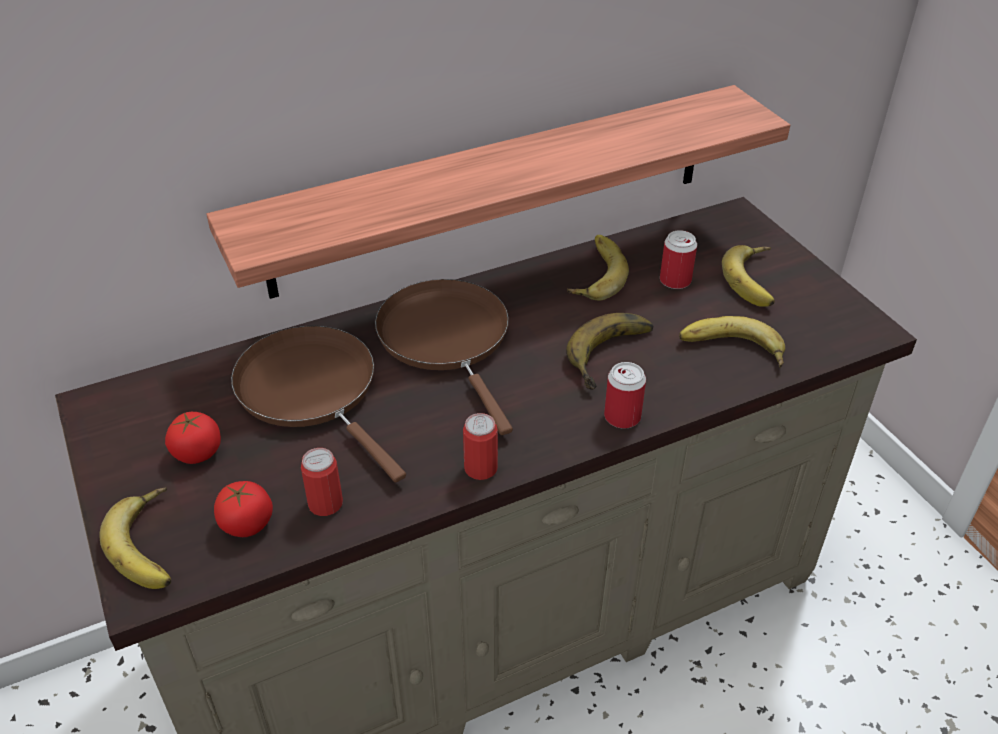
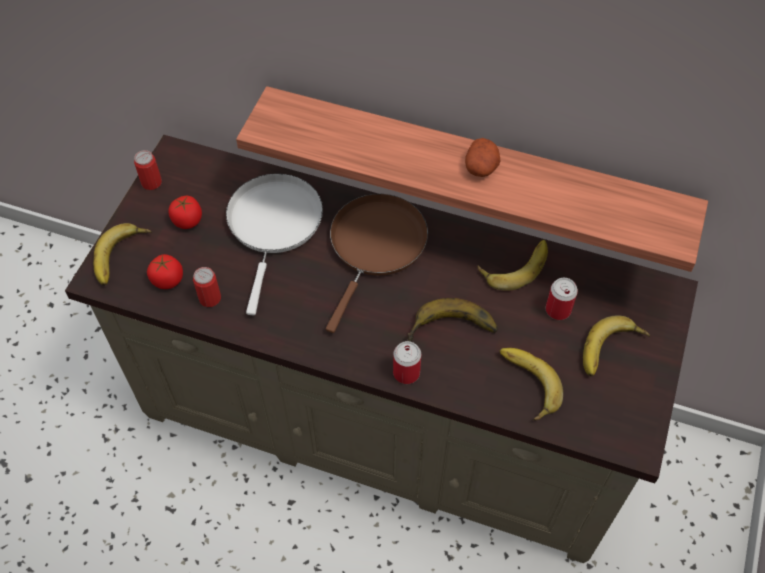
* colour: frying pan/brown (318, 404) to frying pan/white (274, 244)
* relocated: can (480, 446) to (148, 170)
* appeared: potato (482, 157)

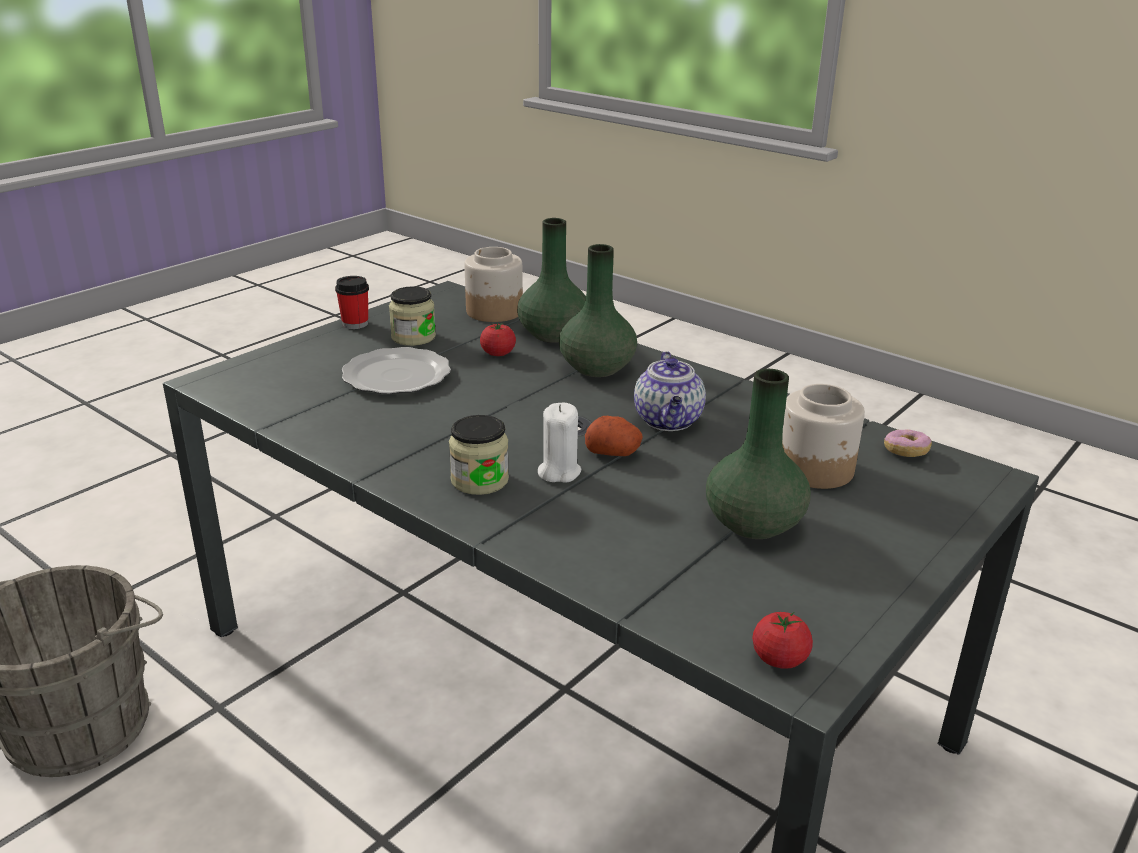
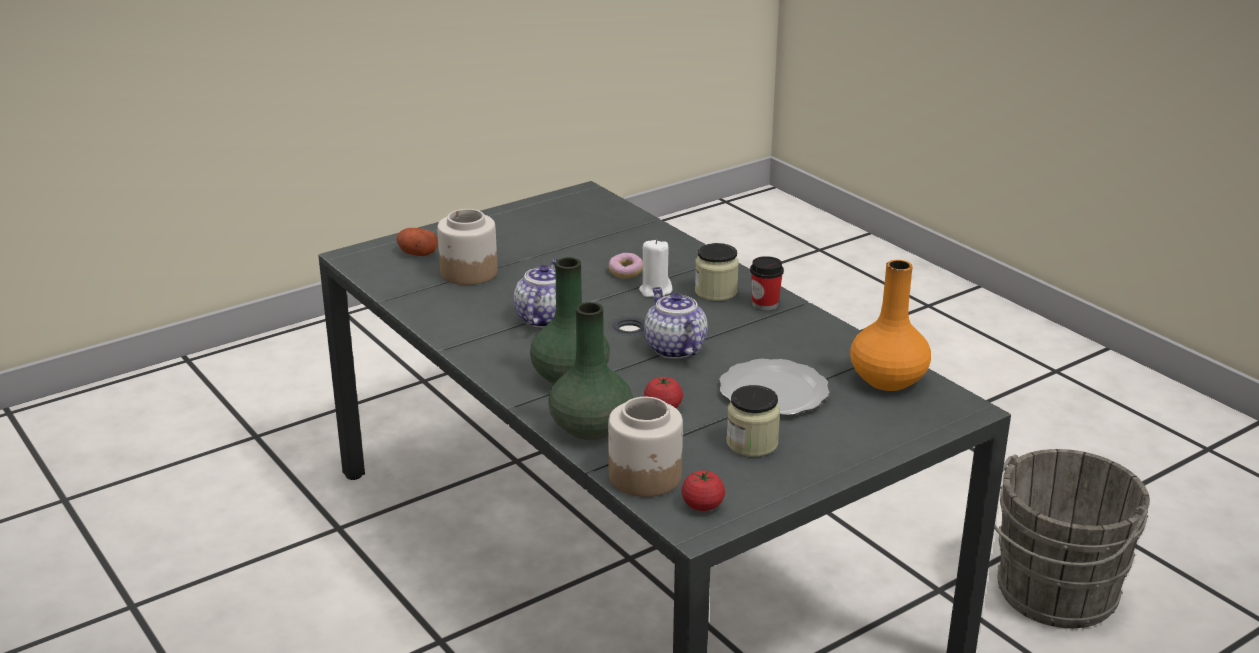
* relocated: cup (352, 302) to (767, 283)
* missing: vase/green (758, 454)
* relocated: potato (614, 436) to (417, 242)
* relocated: donut (908, 443) to (626, 266)
* relocated: tomato (782, 640) to (703, 491)
* appeared: vase/orange (890, 325)
* appeared: teapot (676, 323)

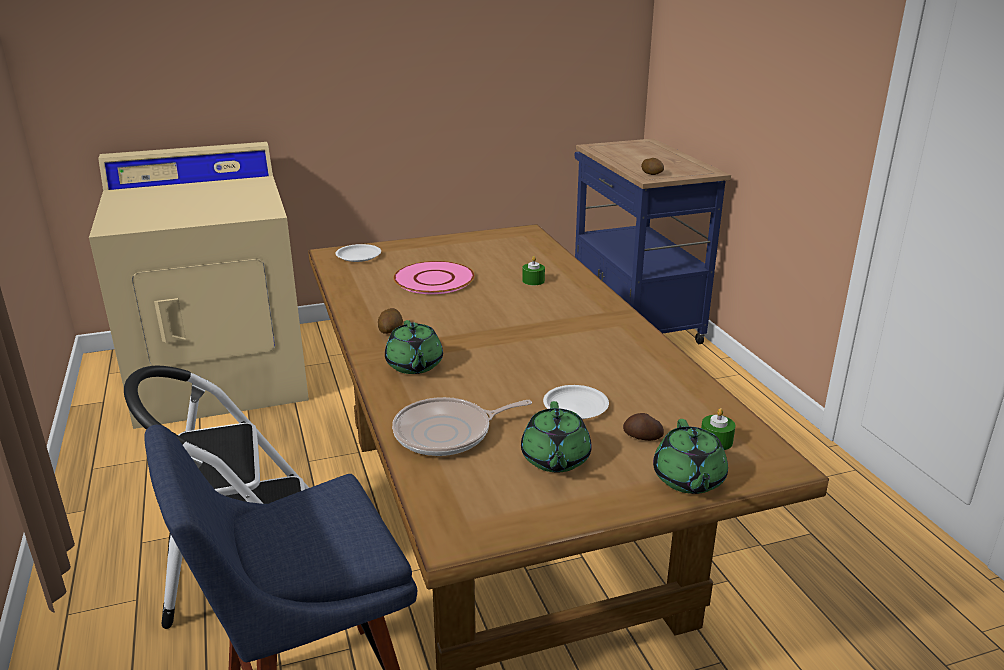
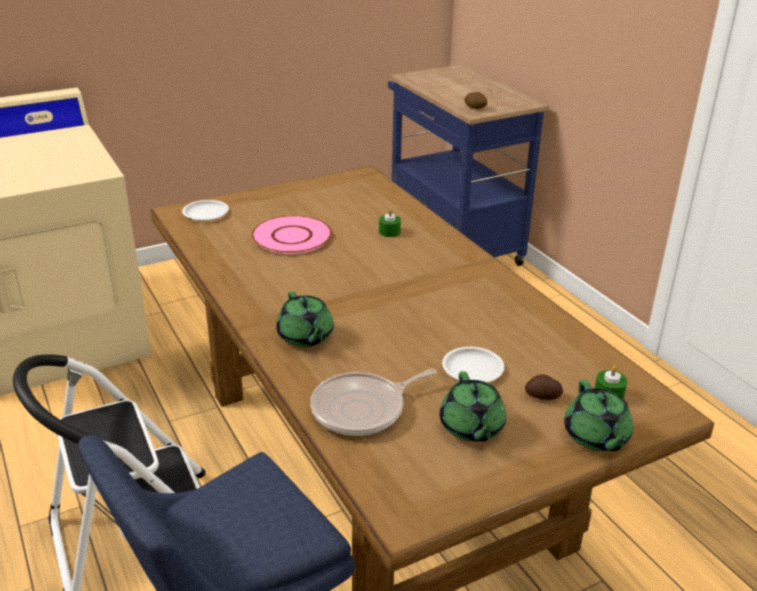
* missing: potato (390, 321)

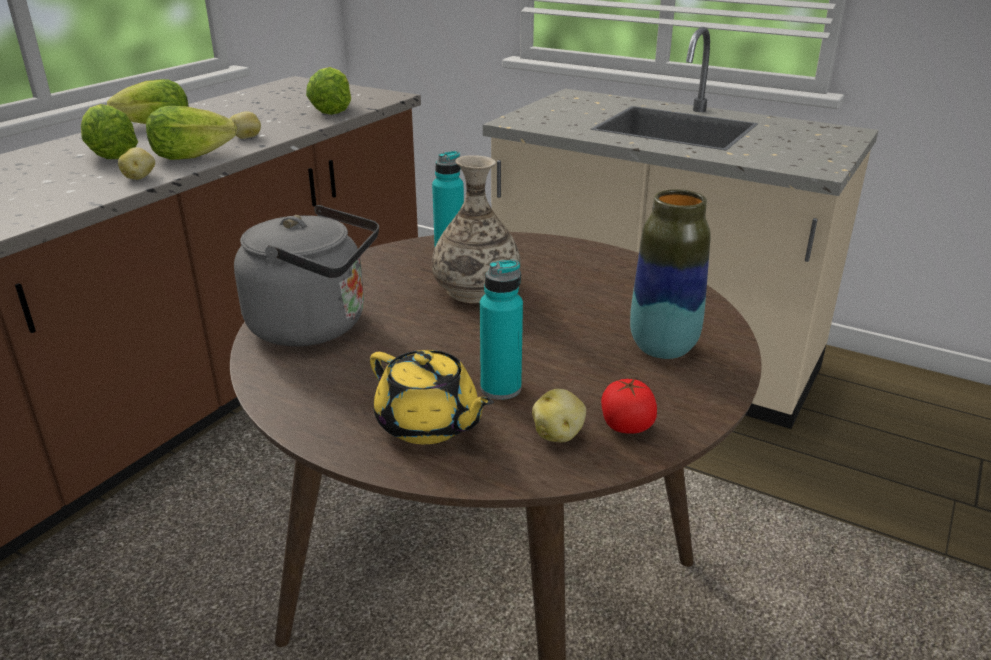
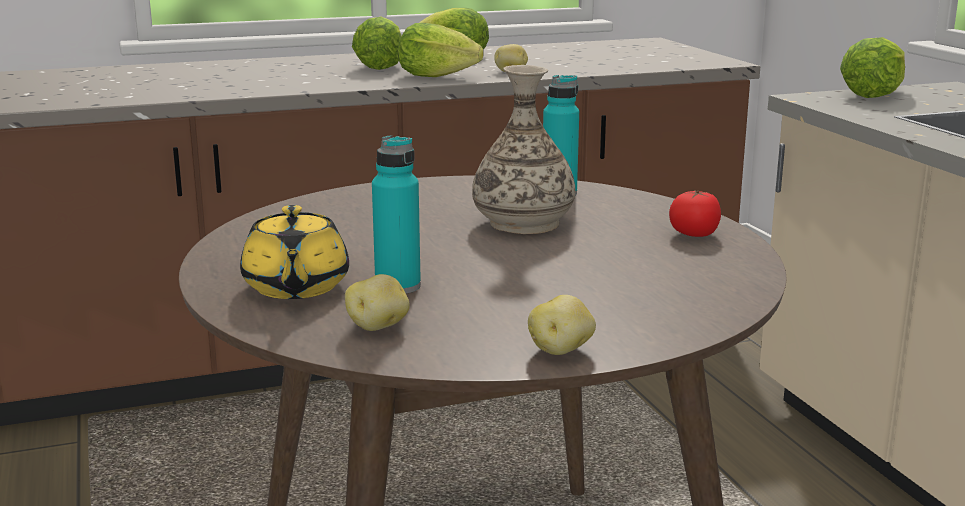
* relocated: lettuce (328, 91) to (872, 67)
* relocated: potato (136, 163) to (562, 325)
* missing: vase (670, 274)
* missing: kettle/grey (306, 275)
* relocated: tomato (629, 406) to (695, 213)

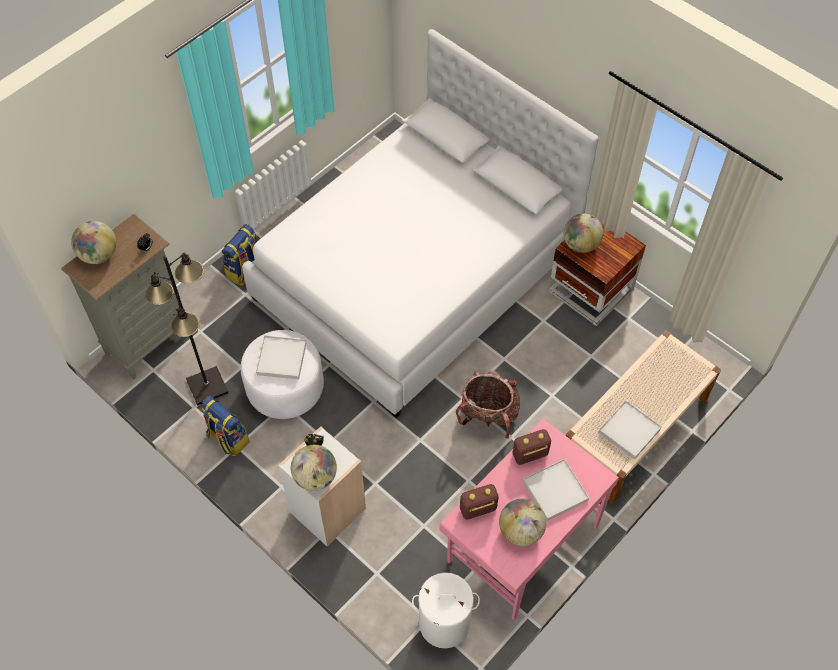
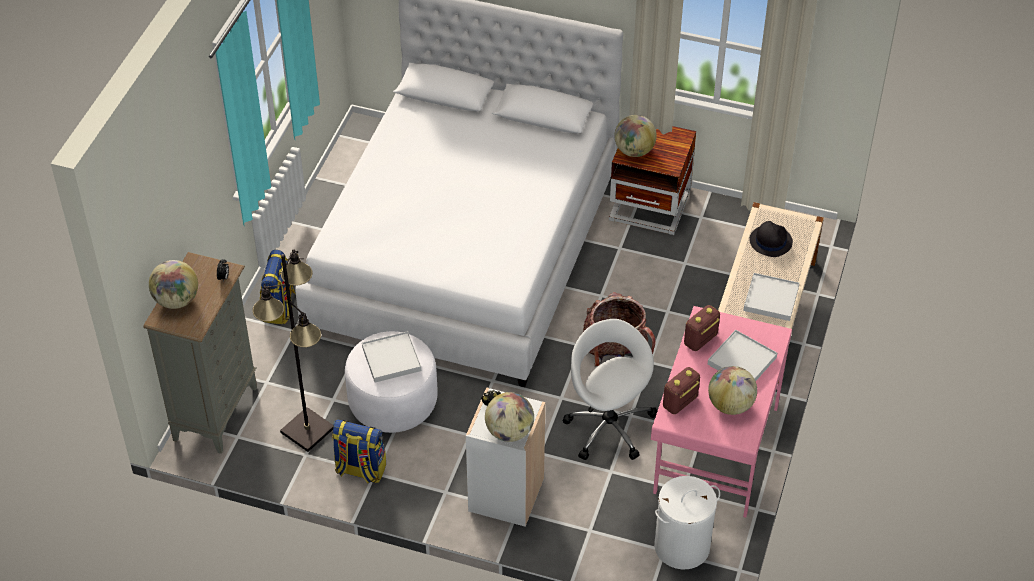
* appeared: hat/black (771, 239)
* appeared: office chair/white (610, 389)

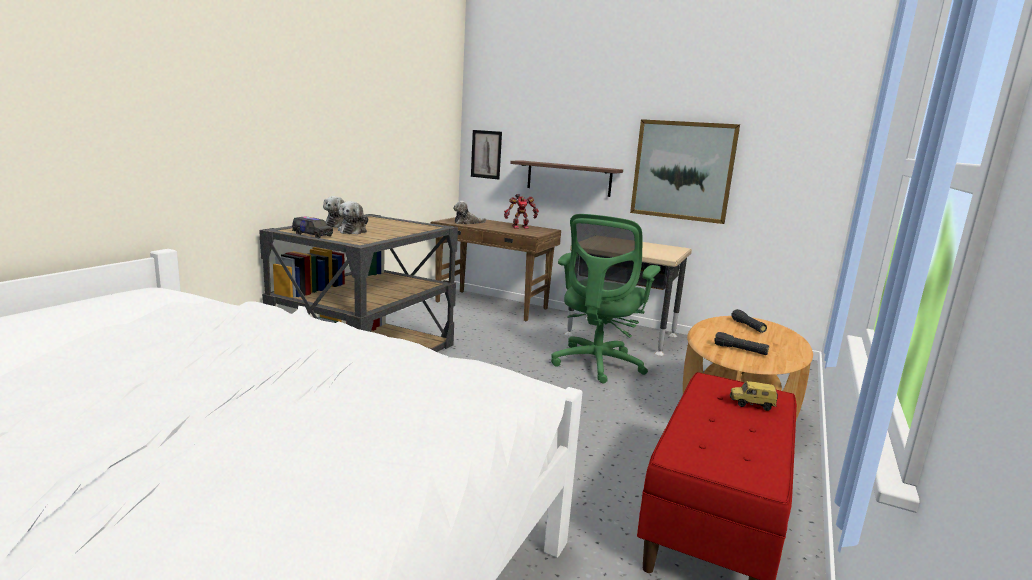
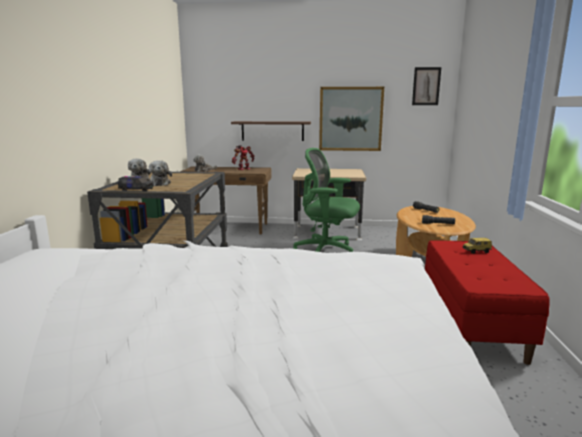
* relocated: picture (486, 155) to (426, 86)
* spun: office chair/green (606, 299) = (326, 200) 105 degrees clockwise

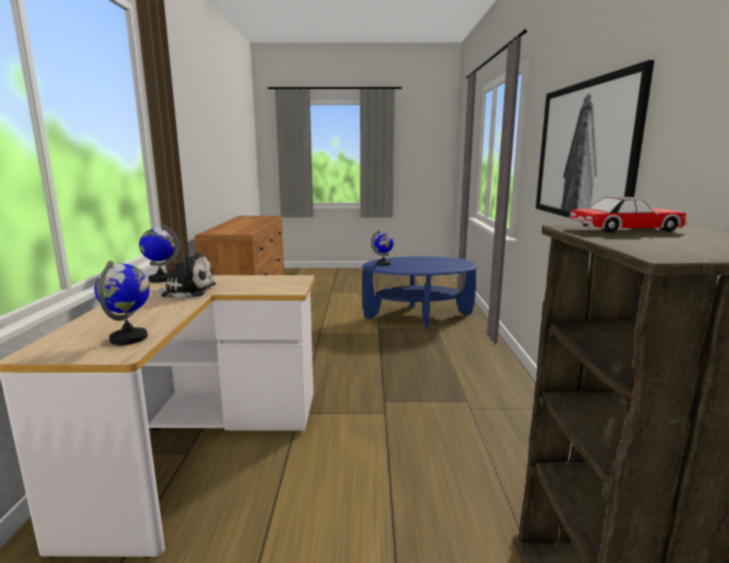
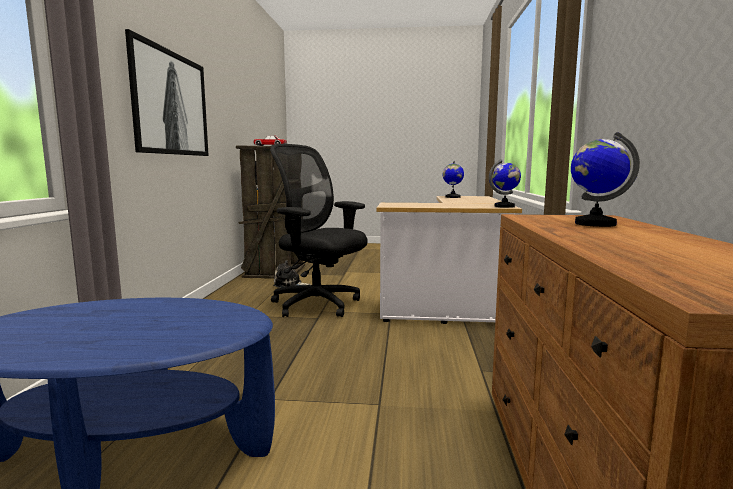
* relocated: globe (382, 248) to (605, 179)
* relocated: plush toy (183, 275) to (292, 274)
* appeared: office chair/black (319, 230)

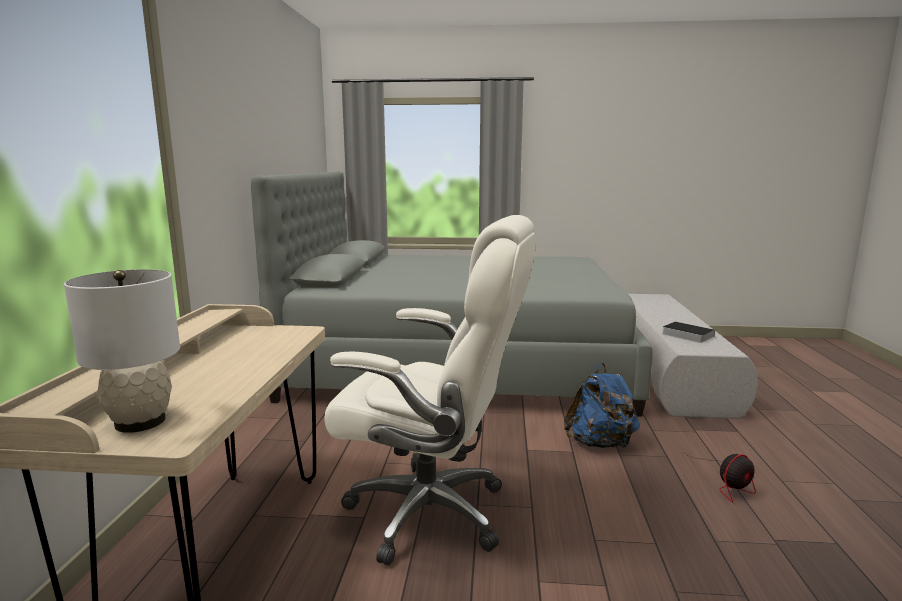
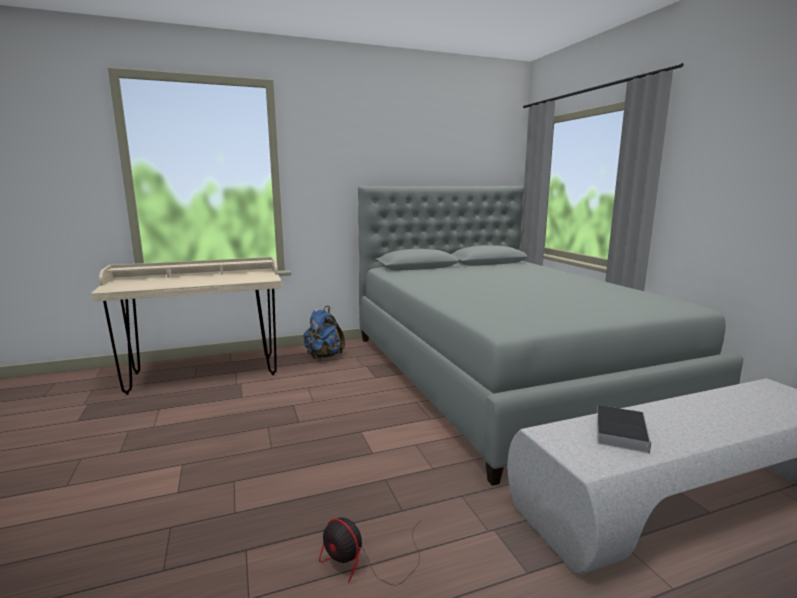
* missing: office chair/white (430, 390)
* missing: table lamp/white (122, 351)
* relocated: backpack/blue (602, 405) to (324, 332)

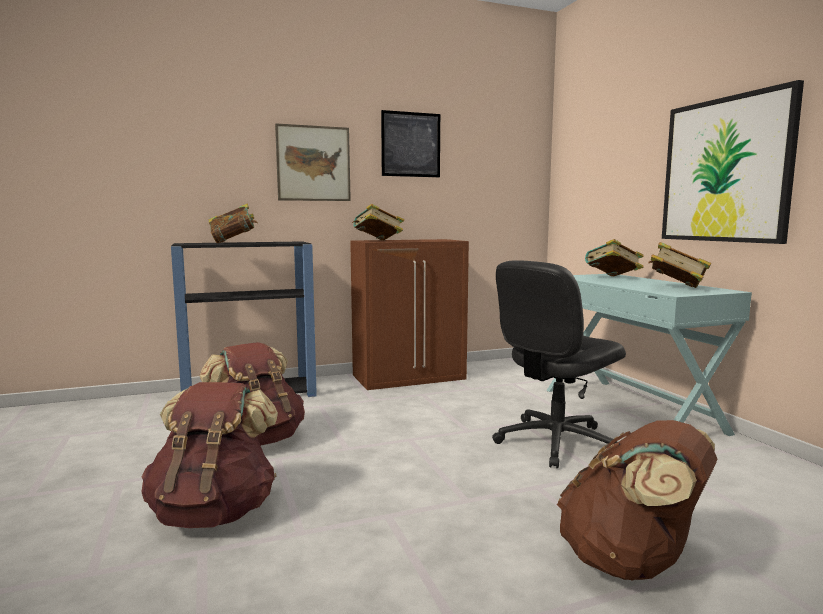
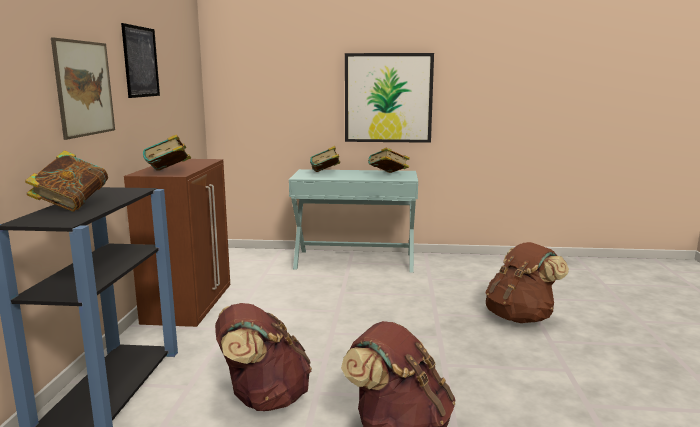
* missing: office chair/black (559, 364)

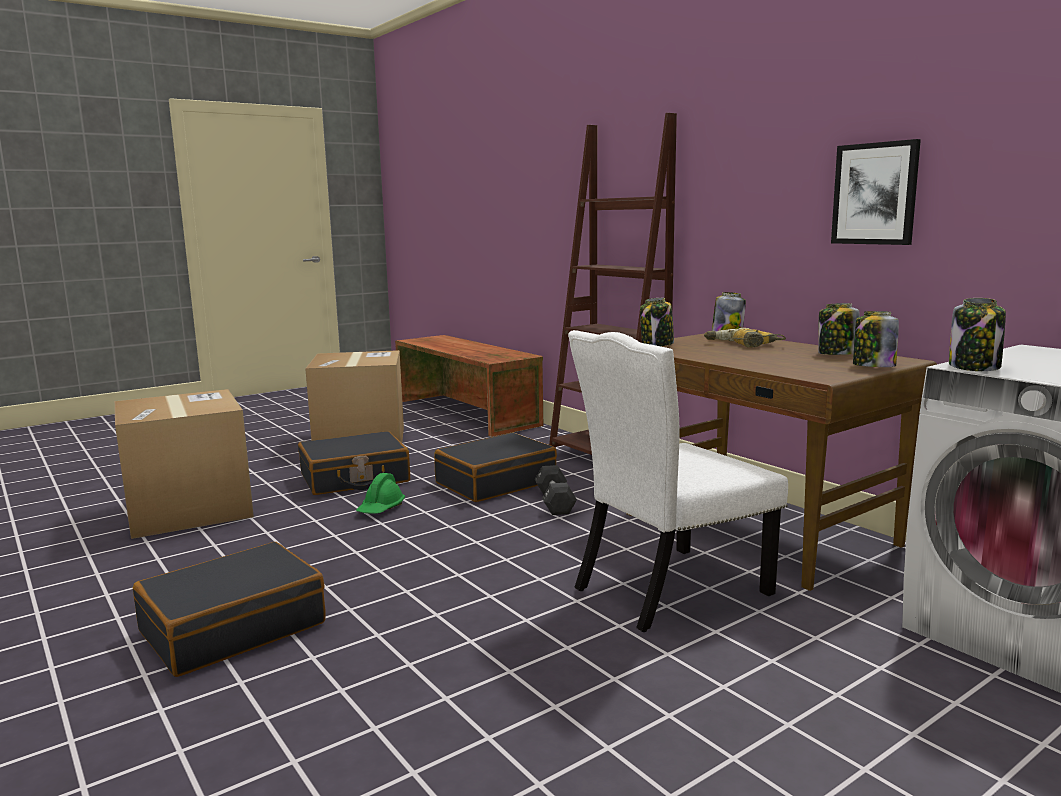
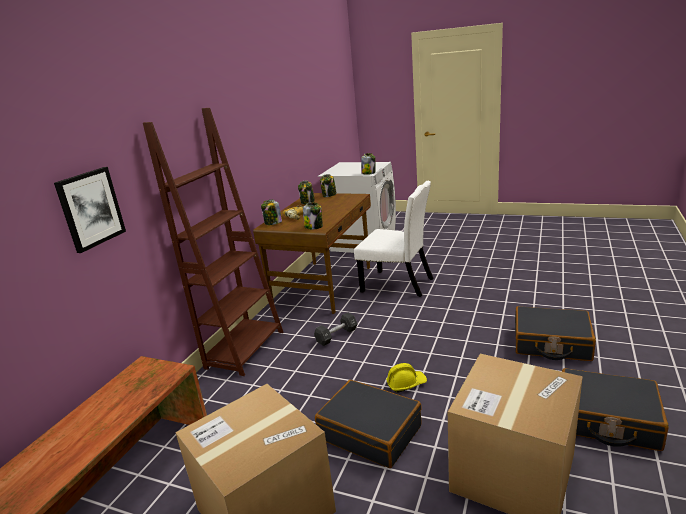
* relocated: picture (876, 192) to (90, 210)
* relocated: suitcase/black (495, 467) to (615, 409)
* colour: hard hat/green (380, 493) to hard hat/yellow (406, 378)

